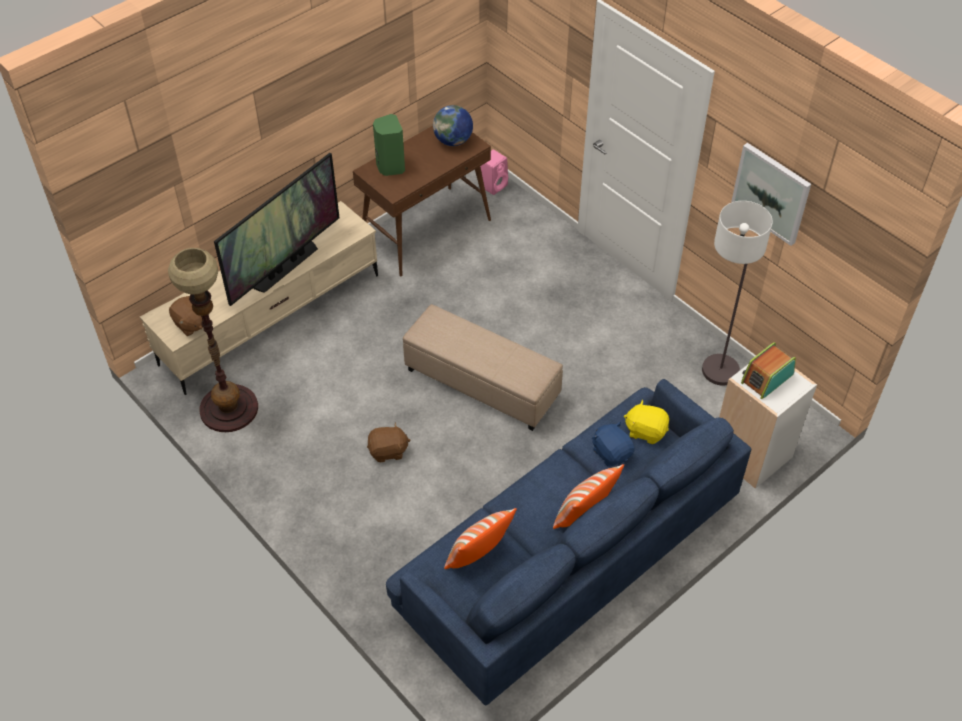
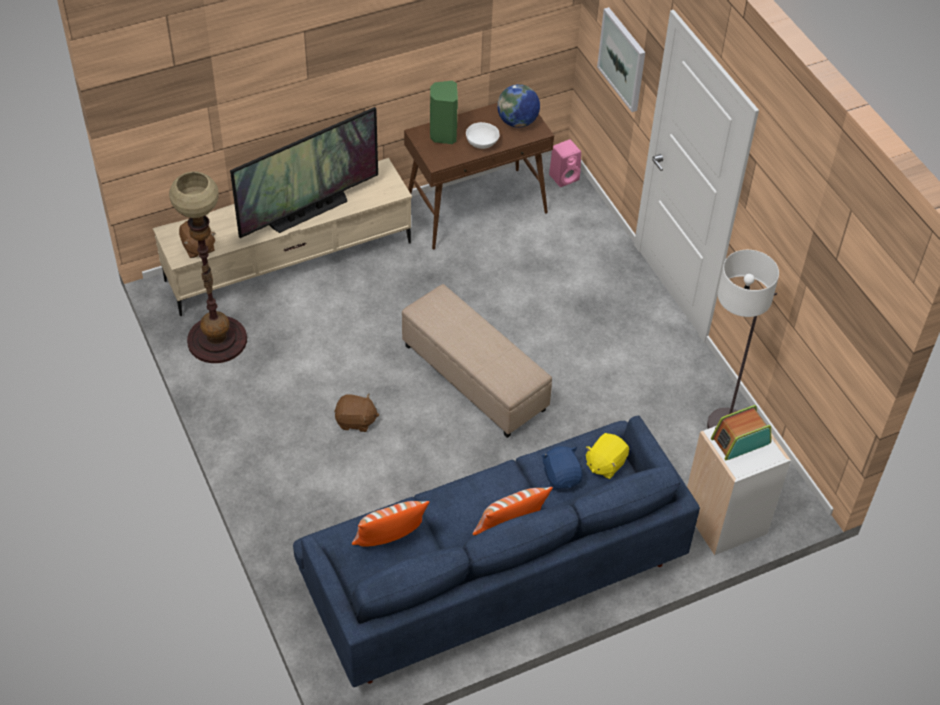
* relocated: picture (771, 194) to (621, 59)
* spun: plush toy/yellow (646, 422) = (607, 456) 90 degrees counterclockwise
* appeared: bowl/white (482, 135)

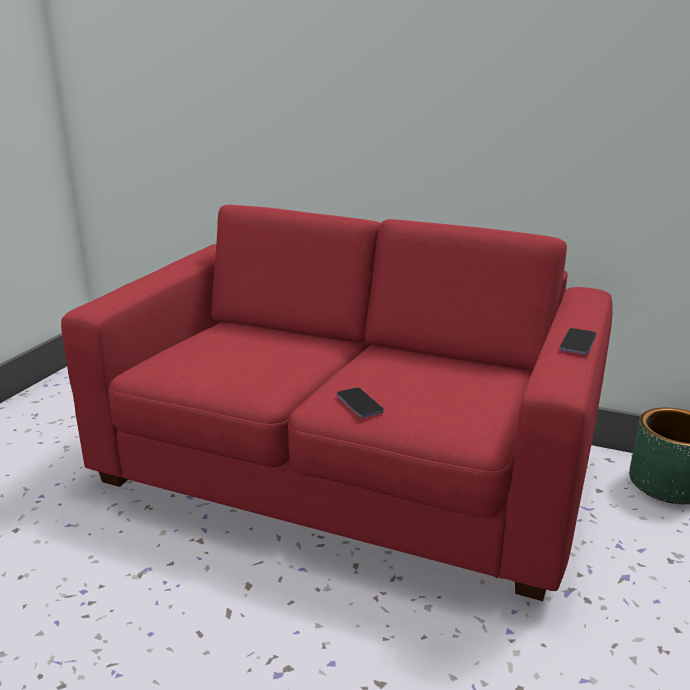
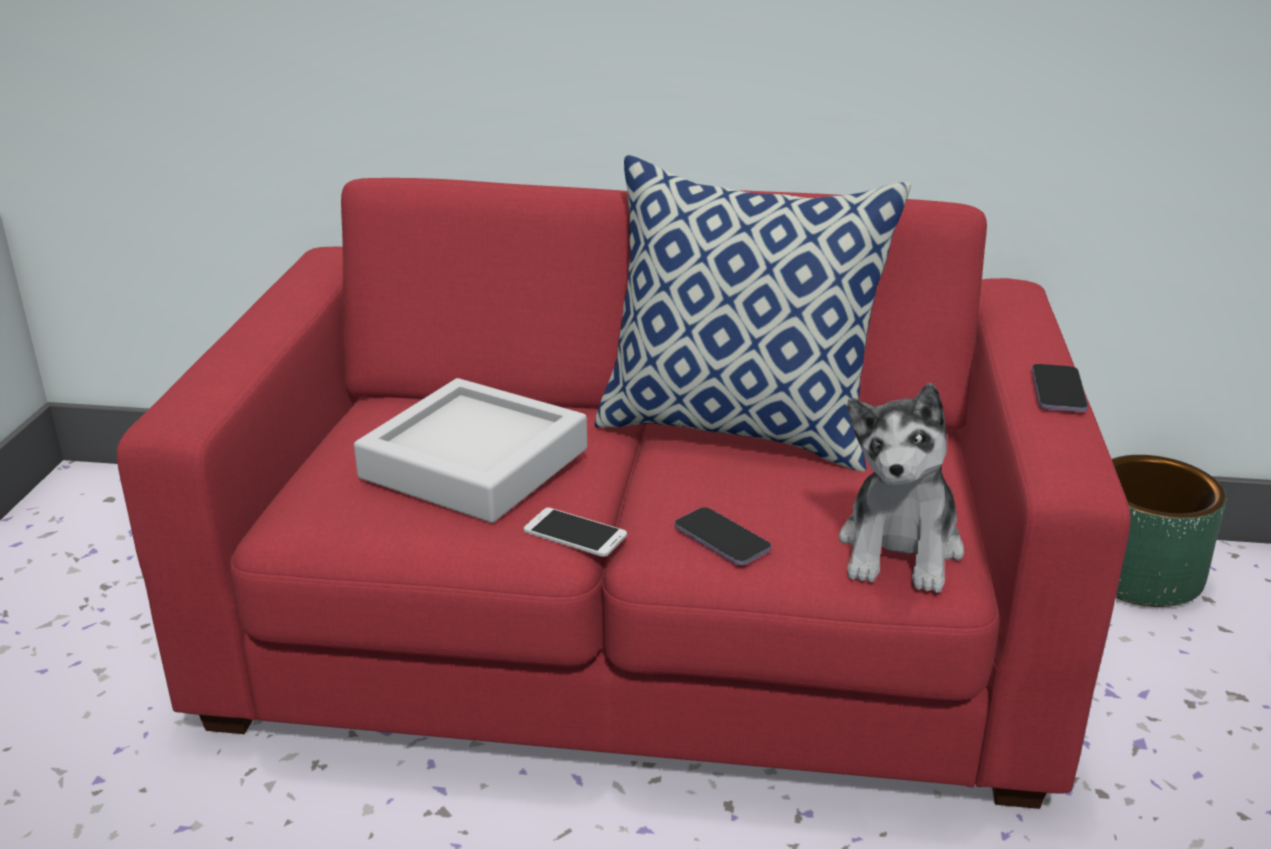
* appeared: pillow (753, 313)
* appeared: tray/grey (470, 450)
* appeared: plush toy (901, 488)
* appeared: phone (575, 532)

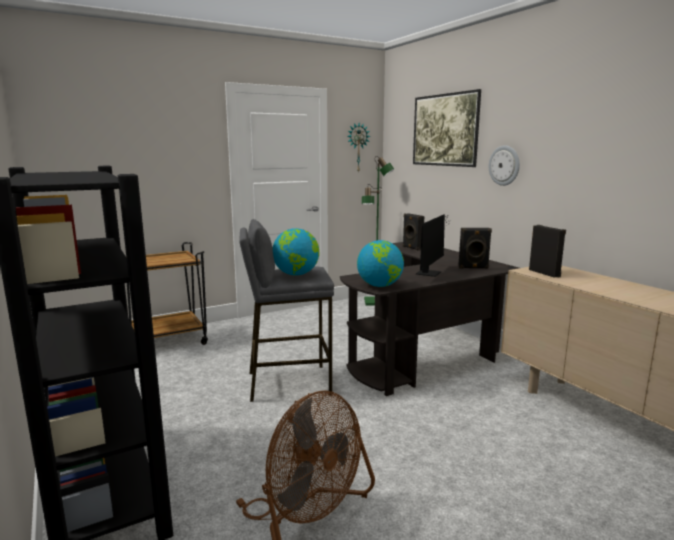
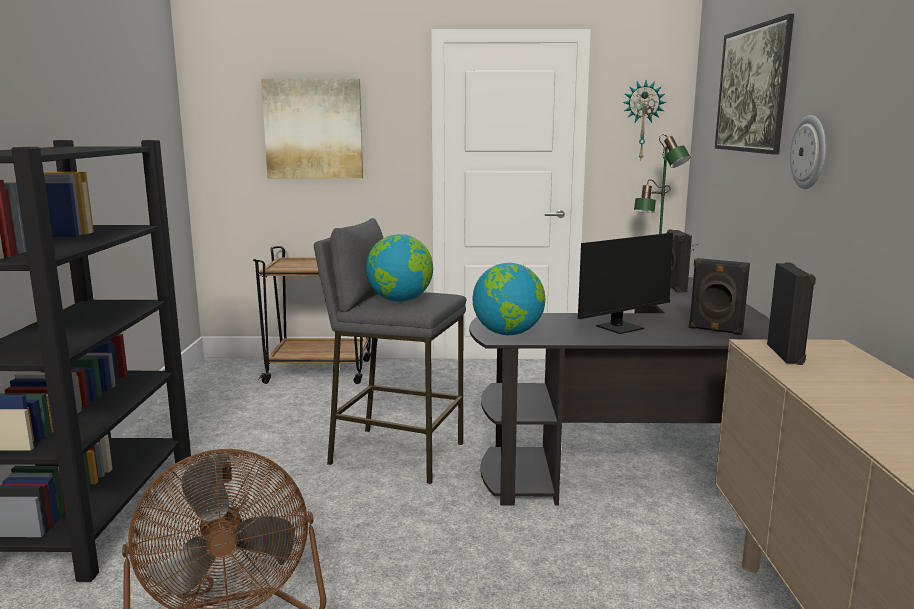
* appeared: picture (312, 128)

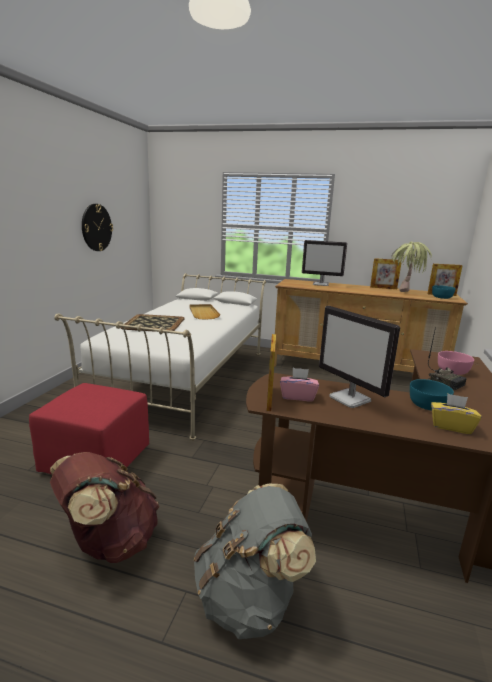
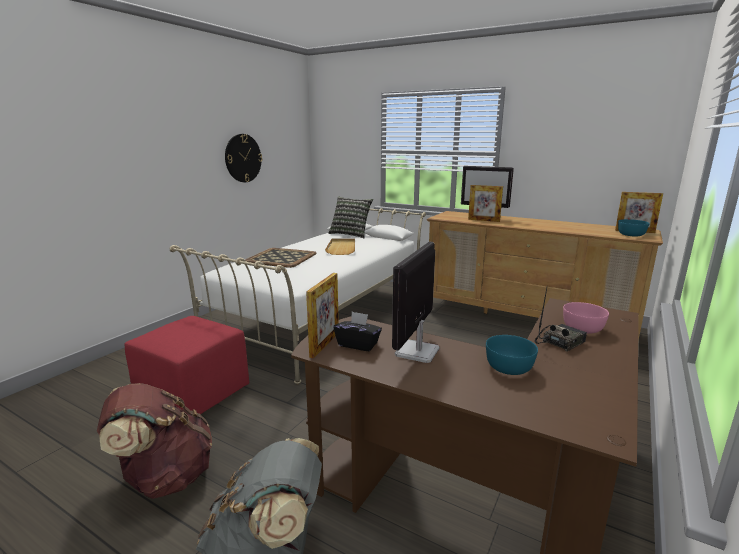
* missing: potted plant (411, 267)
* relocated: picture frame (386, 273) to (485, 203)
* spun: monitor (359, 357) = (416, 302) 45 degrees clockwise
* spun: radio (447, 358) = (561, 320) 105 degrees counterclockwise
* colour: tissue box/pink (299, 385) to tissue box/black (358, 331)
* missing: tissue box/yellow (456, 413)
* appeared: pillow (350, 217)

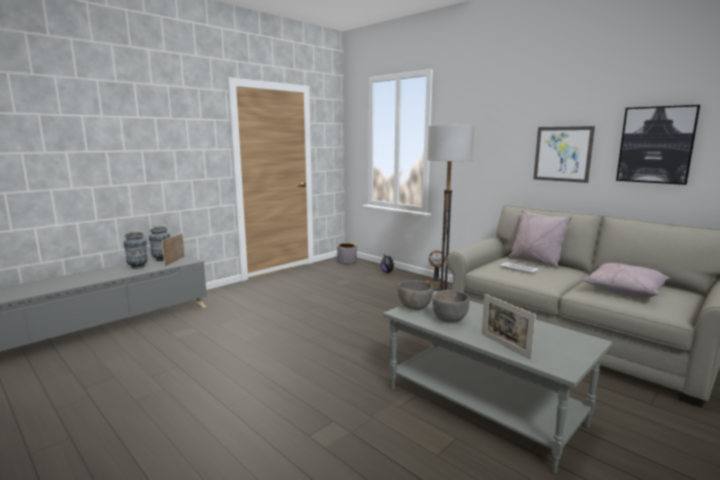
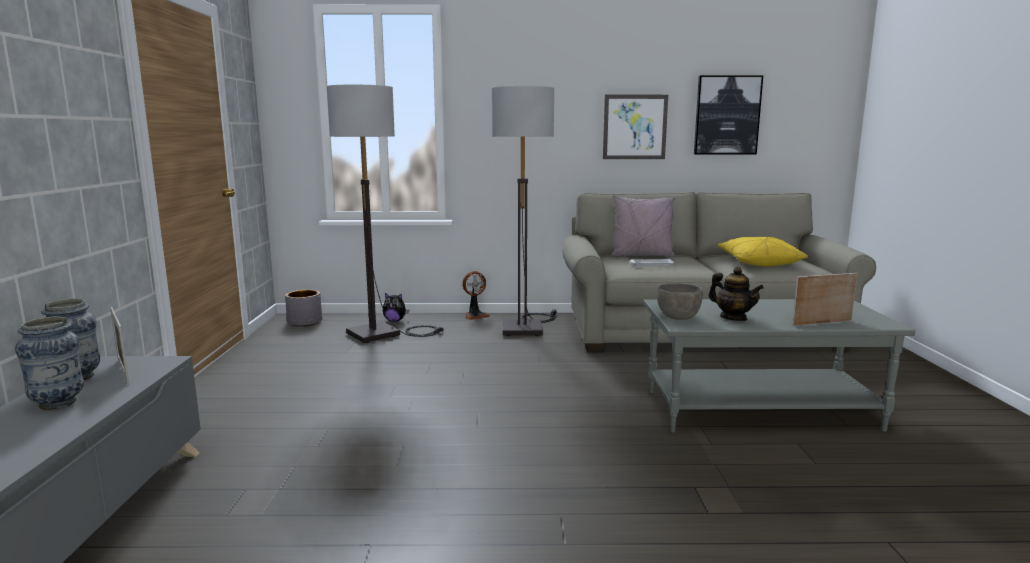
* colour: pillow/purple (626, 280) to pillow/yellow (763, 251)
* exchanged: bowl/grey (451, 306) to teapot (736, 294)
* spun: picture frame (509, 327) = (825, 299) 150 degrees clockwise
* appeared: floor lamp (385, 213)

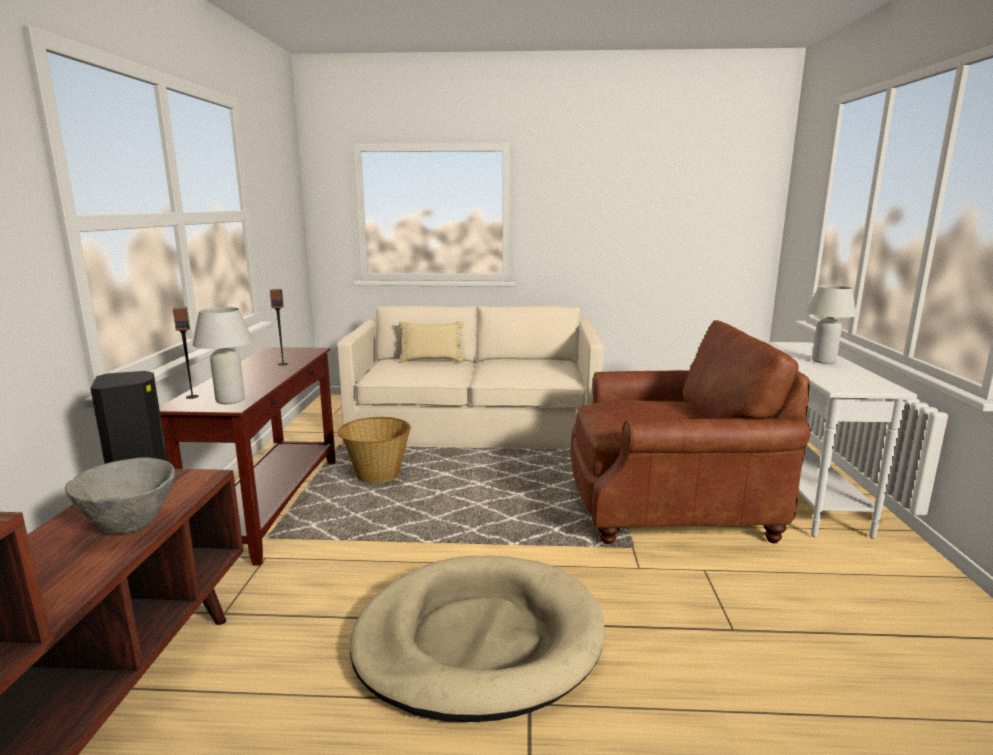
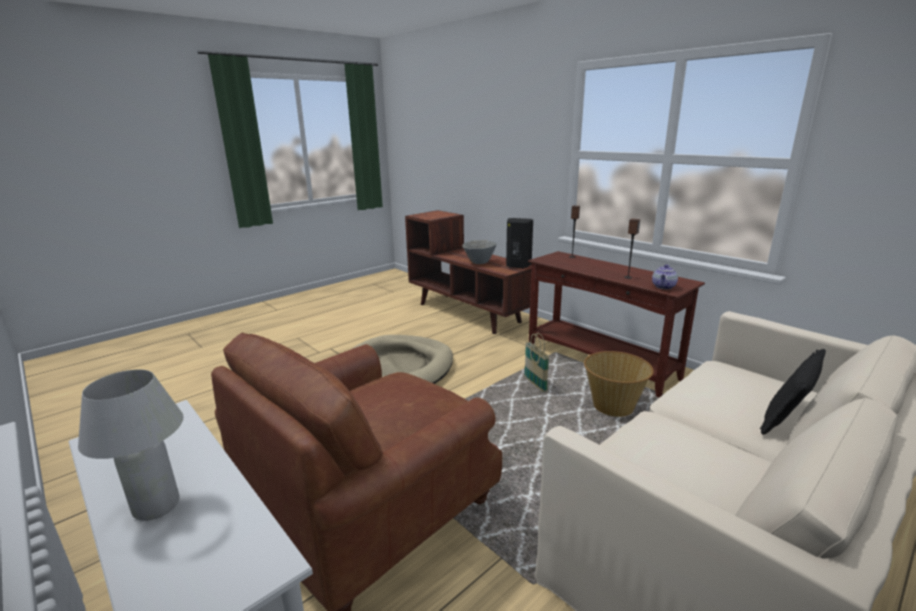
* missing: table lamp/white (222, 355)
* colour: pillow/beige (431, 342) to pillow/black (793, 392)
* appeared: teapot (665, 277)
* appeared: basket (537, 362)

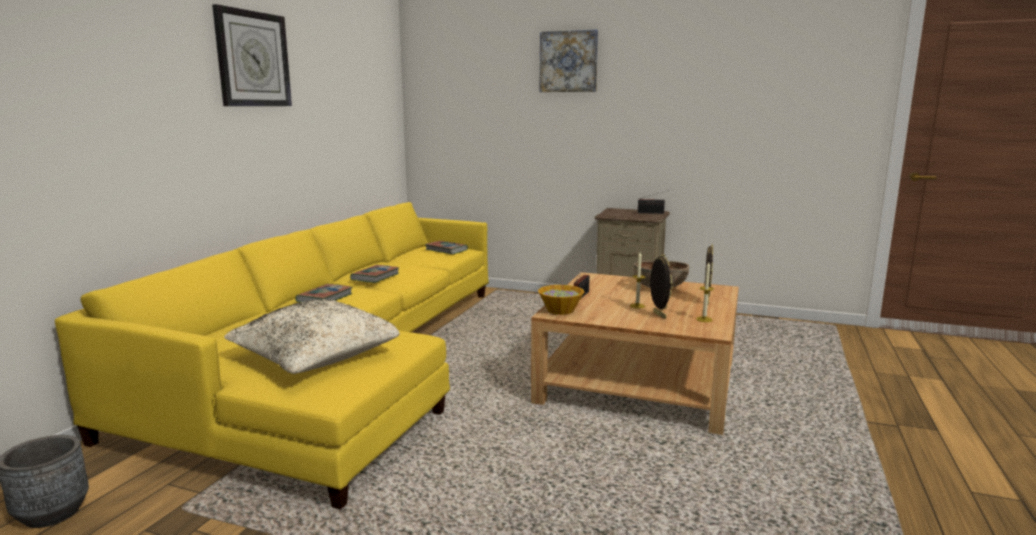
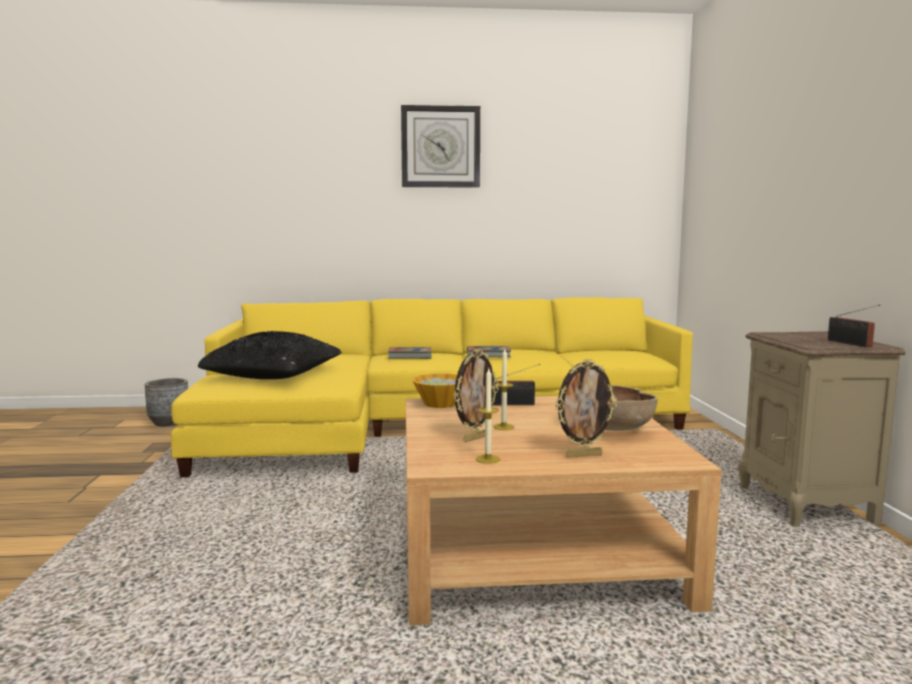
* missing: picture (569, 60)
* missing: book (446, 247)
* colour: pillow/beige (312, 336) to pillow/black (270, 355)

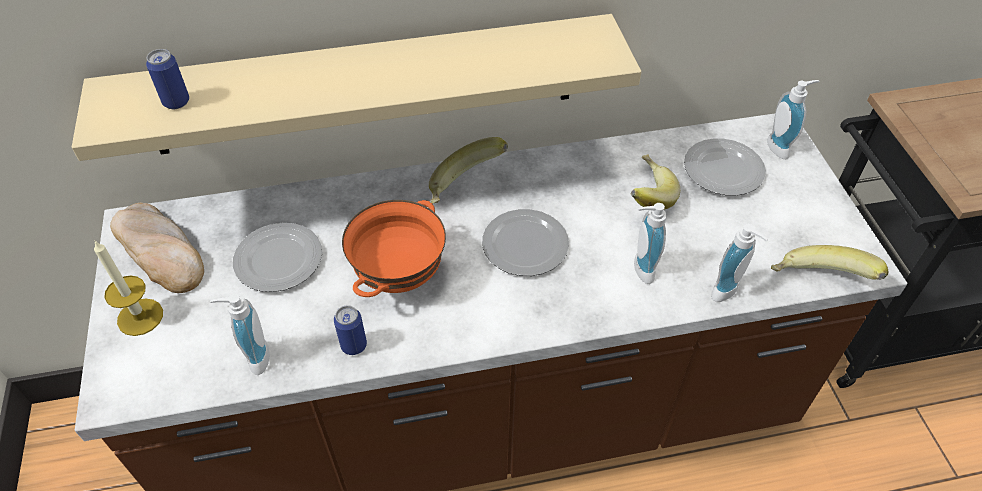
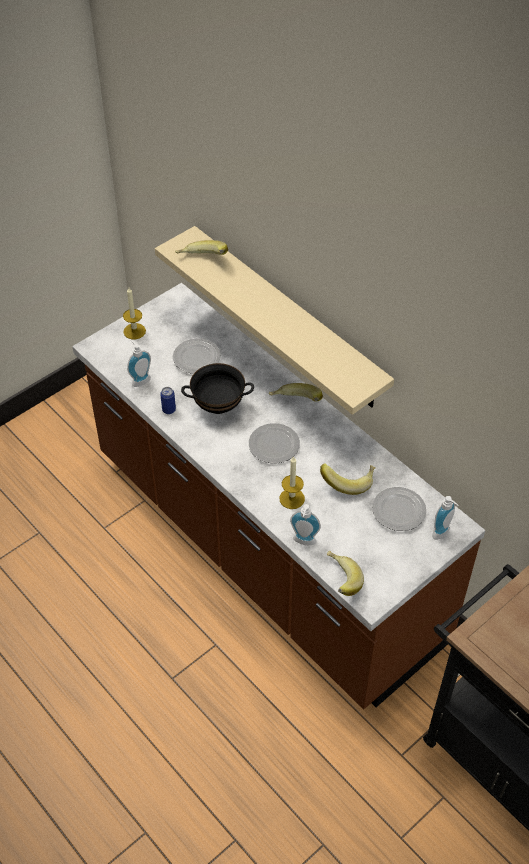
* exchanged: can (167, 79) to banana (201, 247)
* colour: bowl/orange (394, 248) to bowl/black (217, 388)
* missing: bread (157, 248)
* exchanged: soap dispenser (650, 243) to candle (292, 482)

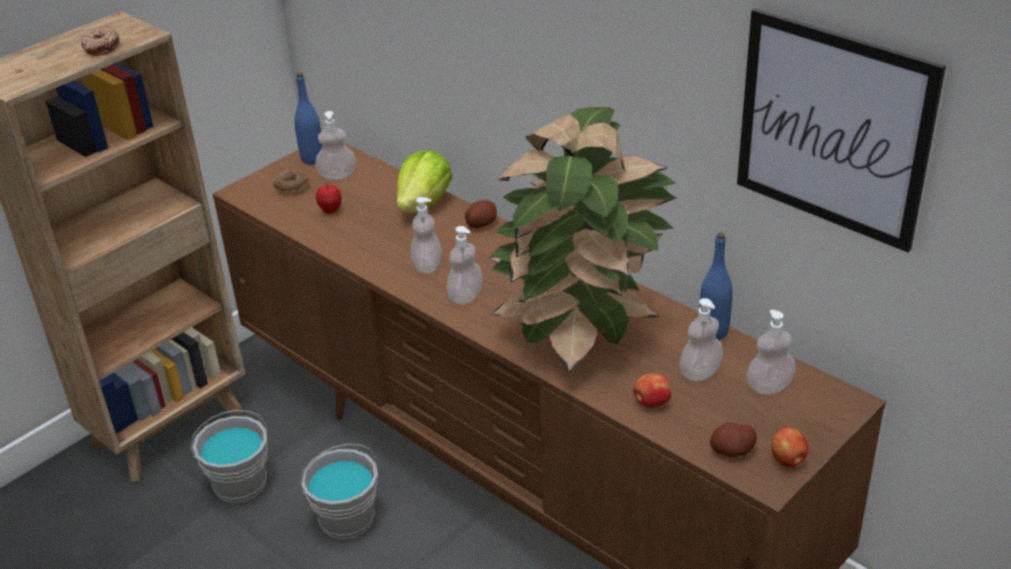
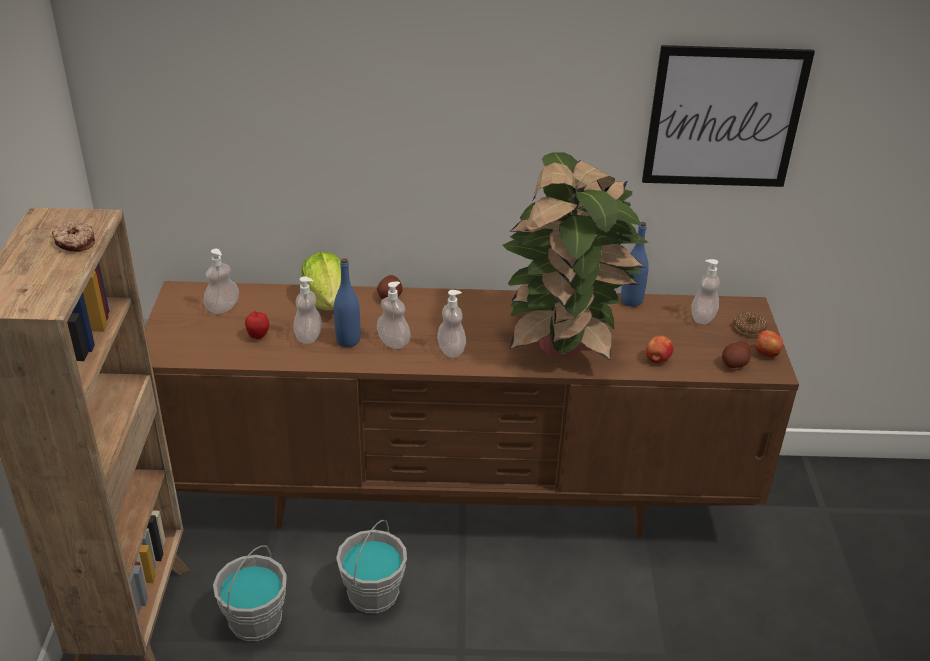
* relocated: bottle/blue (308, 119) to (347, 302)
* relocated: donut (290, 182) to (751, 324)
* relocated: soap dispenser (701, 339) to (307, 310)

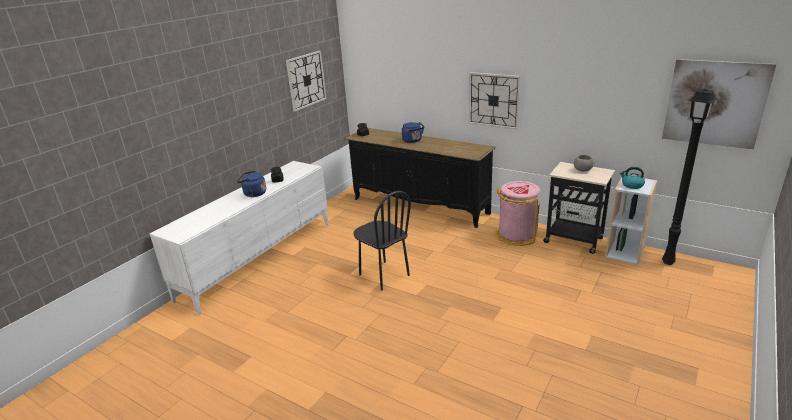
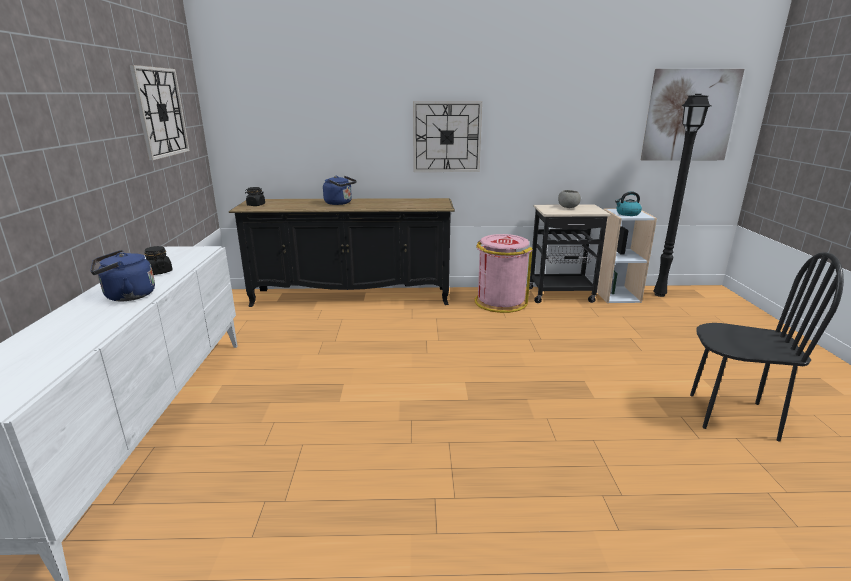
* relocated: chair/black (382, 241) to (767, 347)

